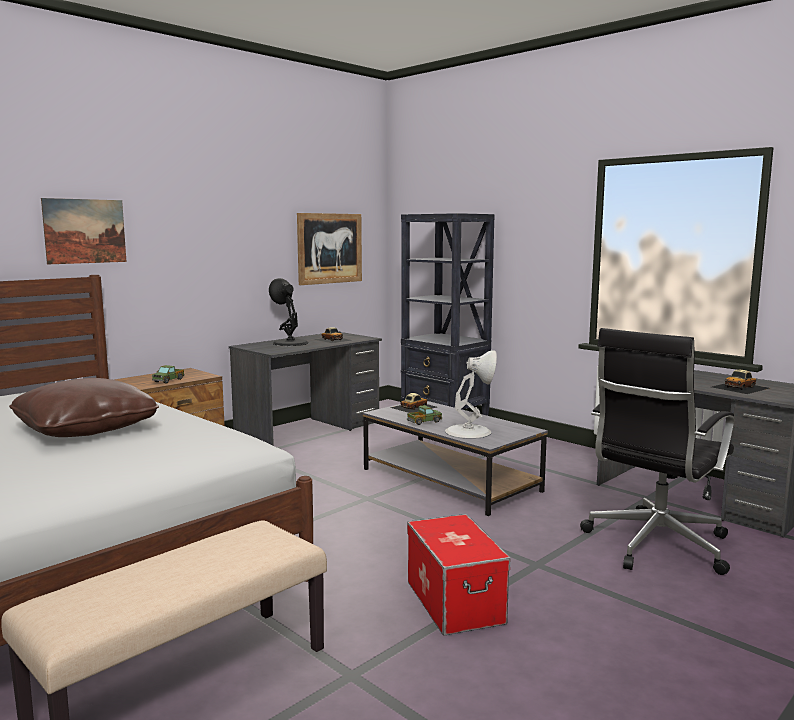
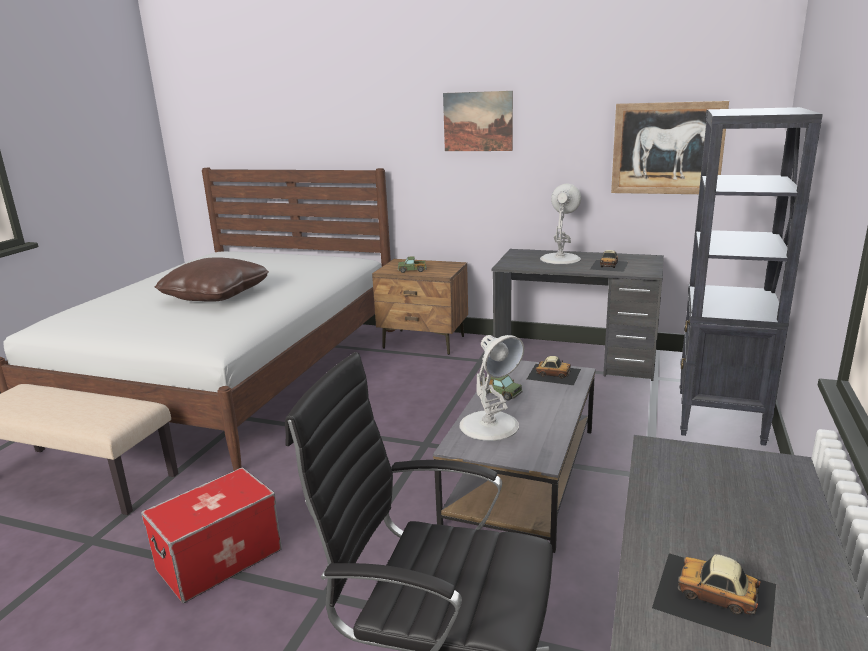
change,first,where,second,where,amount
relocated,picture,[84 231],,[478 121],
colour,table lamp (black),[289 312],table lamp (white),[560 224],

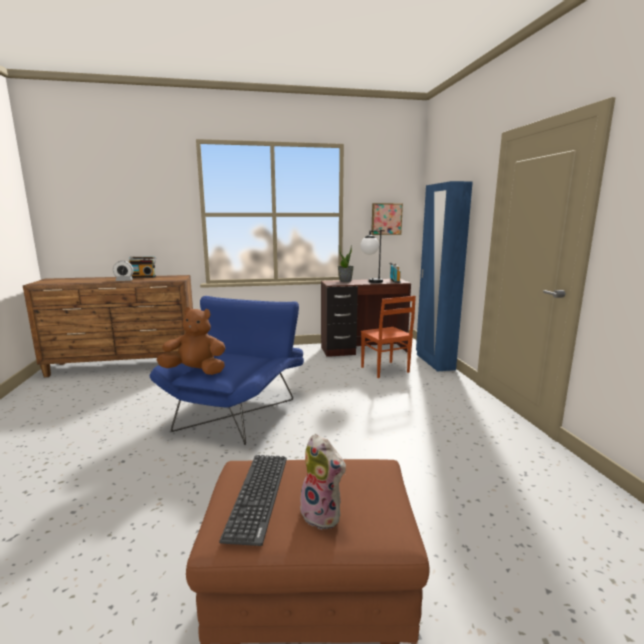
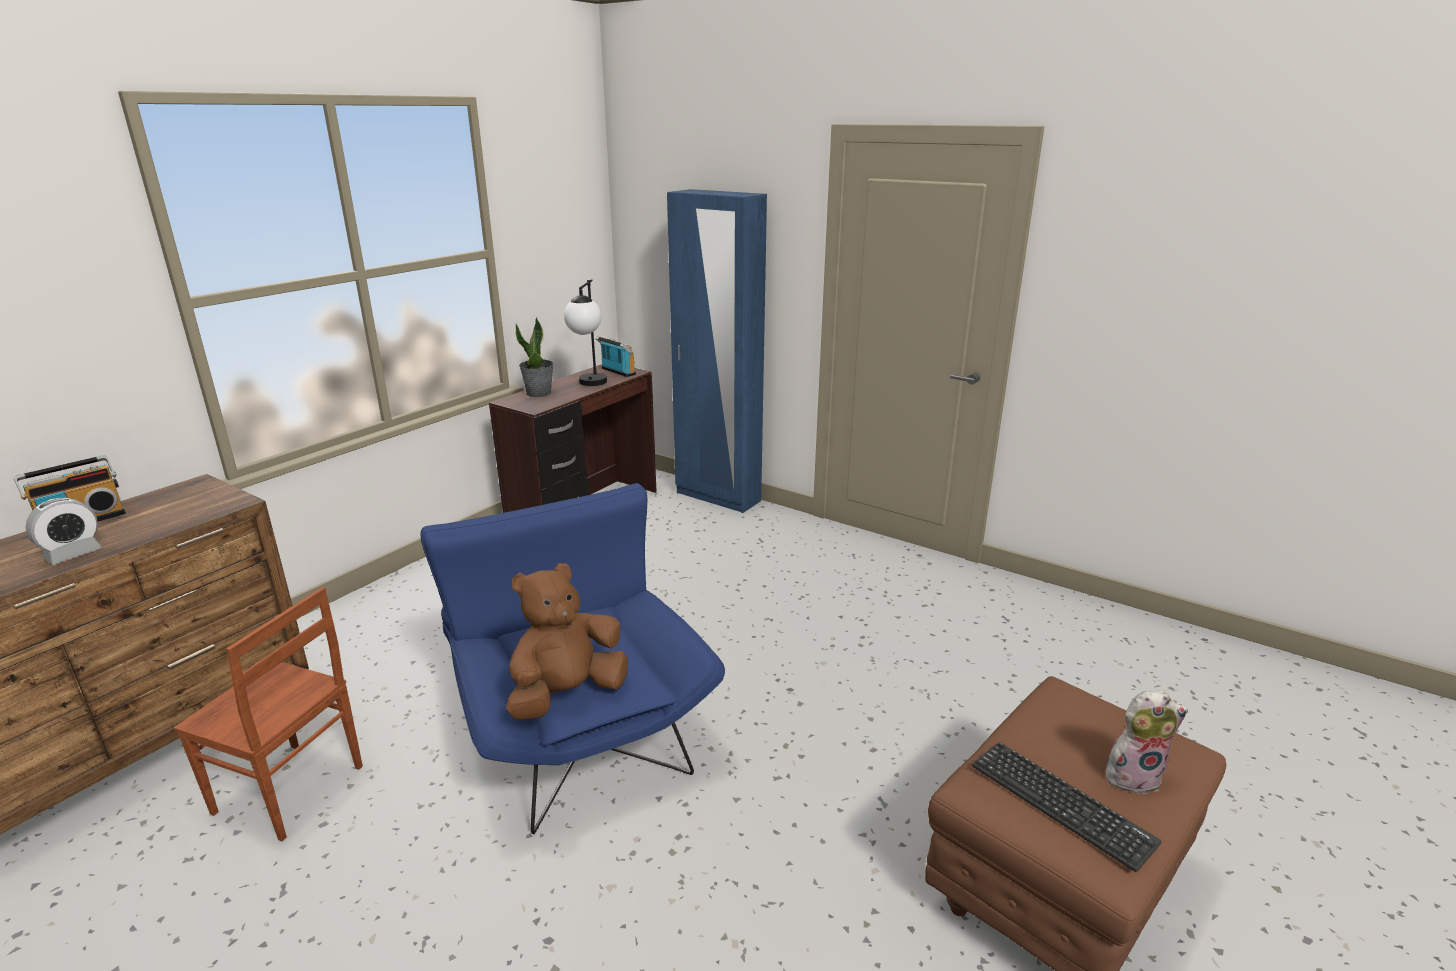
change,first,where,second,where,amount
missing,picture,[387 219],,,
relocated,chair (brown),[388 337],,[268 714],

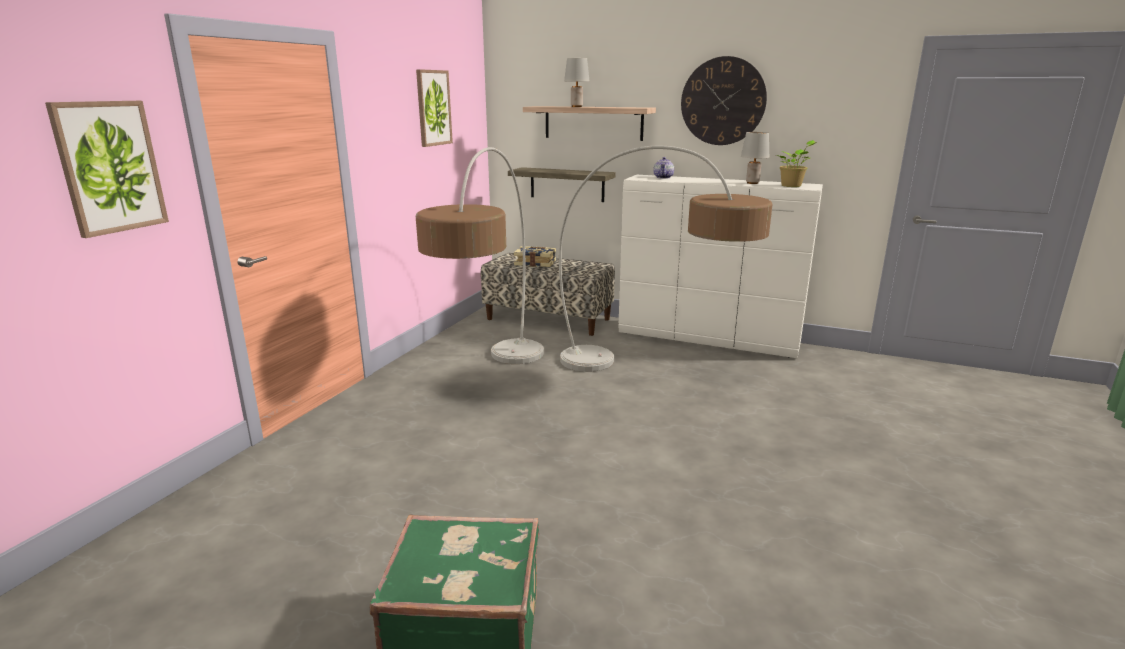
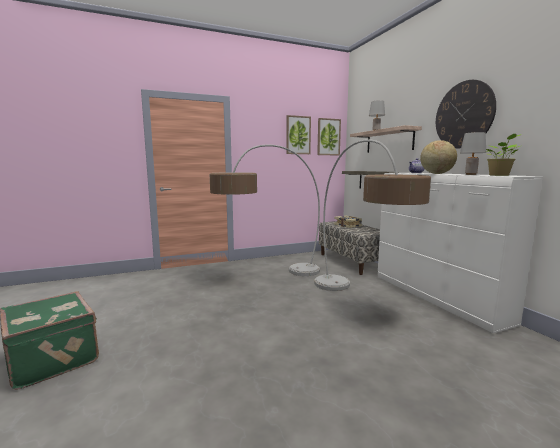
change,first,where,second,where,amount
relocated,picture,[107 169],,[329 136],
appeared,,,globe,[438 157],

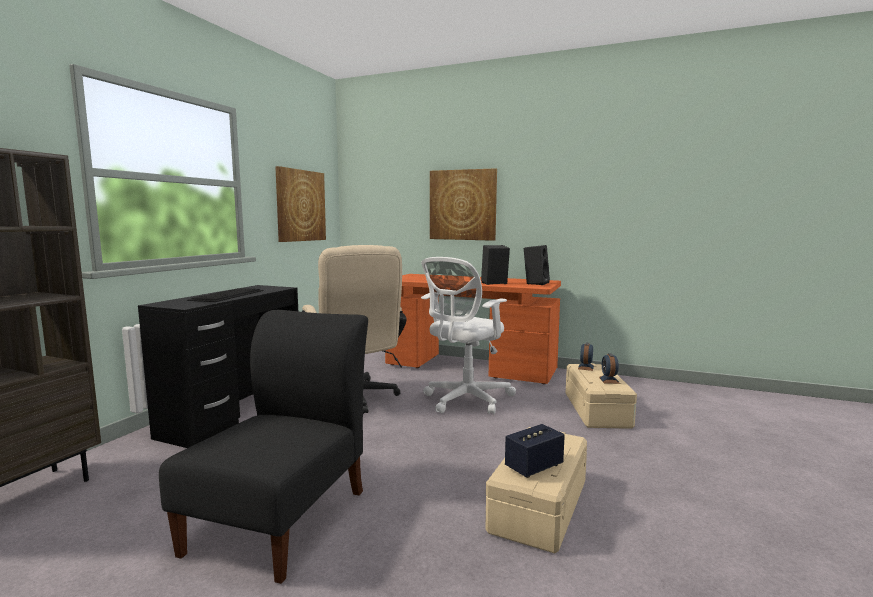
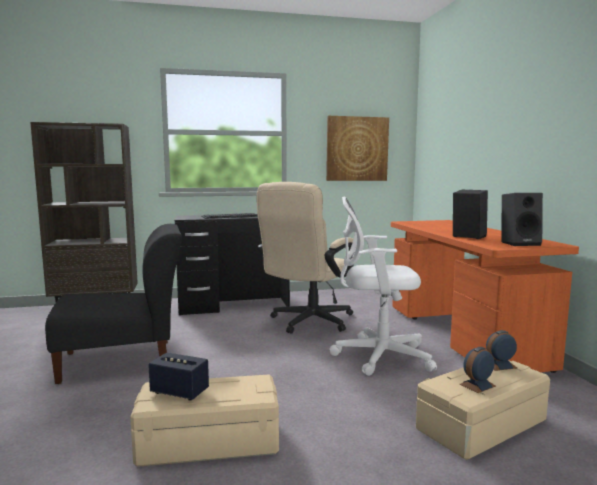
change,first,where,second,where,amount
missing,picture,[463 204],,,

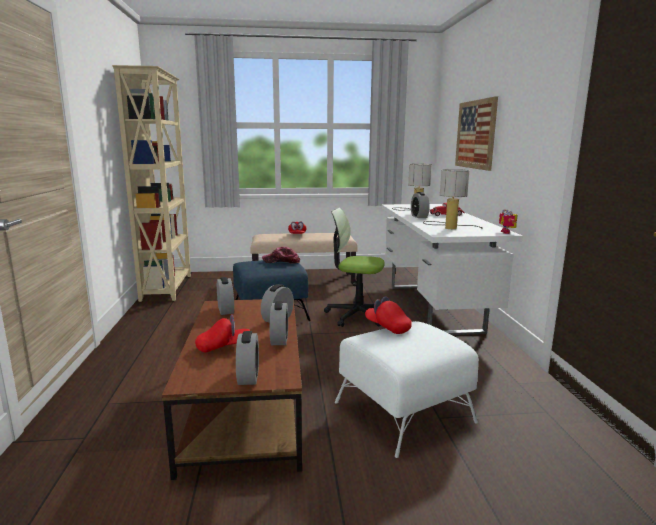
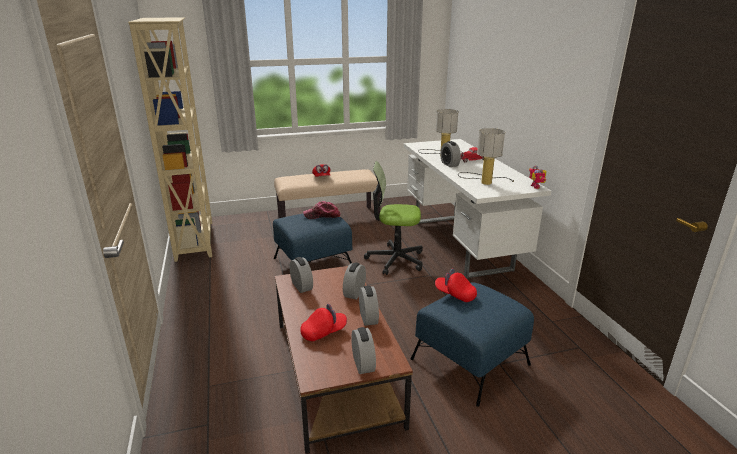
change,first,where,second,where,amount
missing,picture,[476 133],,,
colour,ottoman (white),[407 389],ottoman (blue),[472 344],

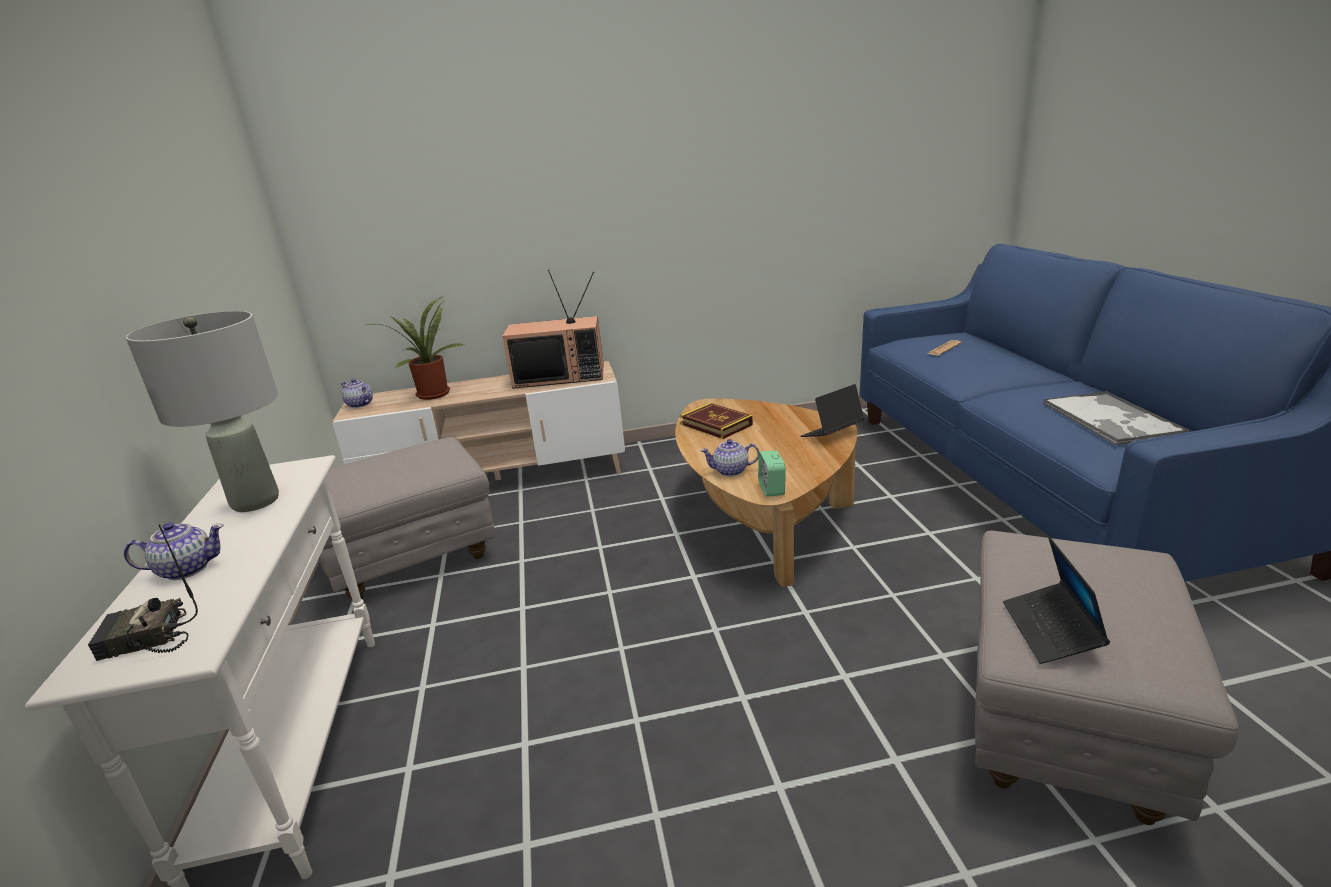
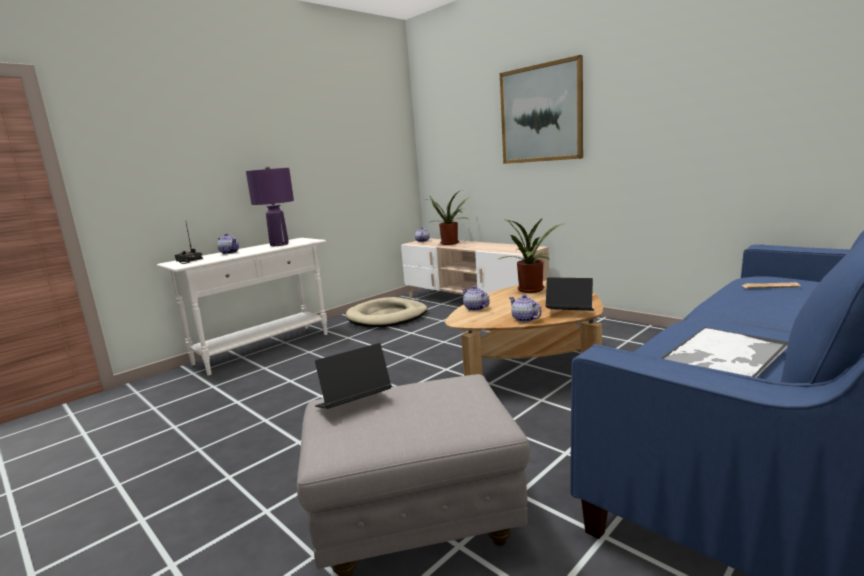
change,first,where,second,where,amount
missing,television,[553 329],,,
colour,table lamp (grey),[202 411],table lamp (purple),[270 206],
exchanged,book,[716 421],potted plant,[532 255],
exchanged,ottoman (grey),[407 519],dog bed (beige),[386 312],
missing,alarm clock,[772 473],,,
appeared,,,picture,[541 109],
appeared,,,teapot,[525 308],

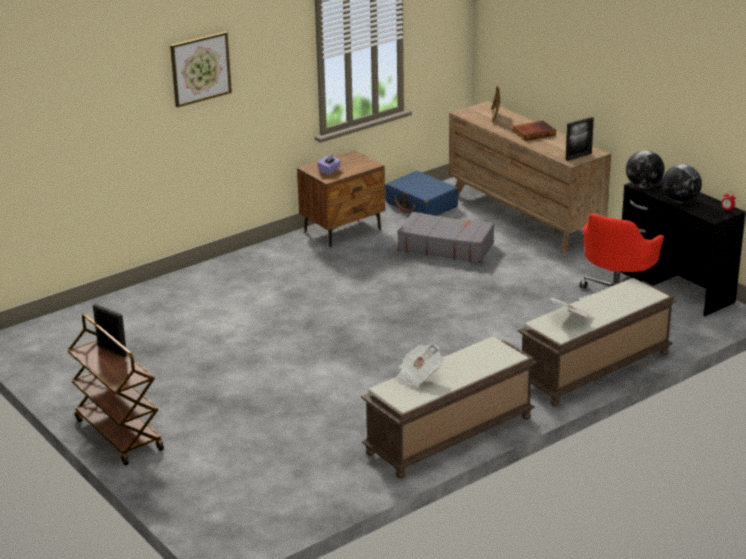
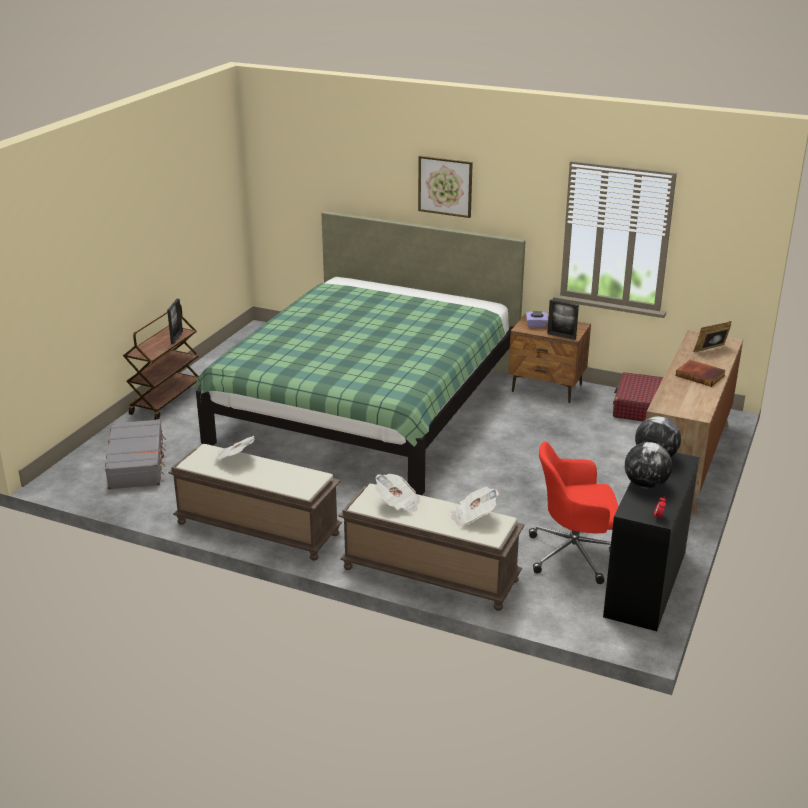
change,first,where,second,where,amount
relocated,picture frame,[579 139],,[563 319],
colour,suitcase (blue),[421 193],suitcase (red),[638 396],
relocated,suitcase (grey),[445 237],,[135 454],
appeared,,,bed (green),[359 353],
appeared,,,newspaper,[473 506],

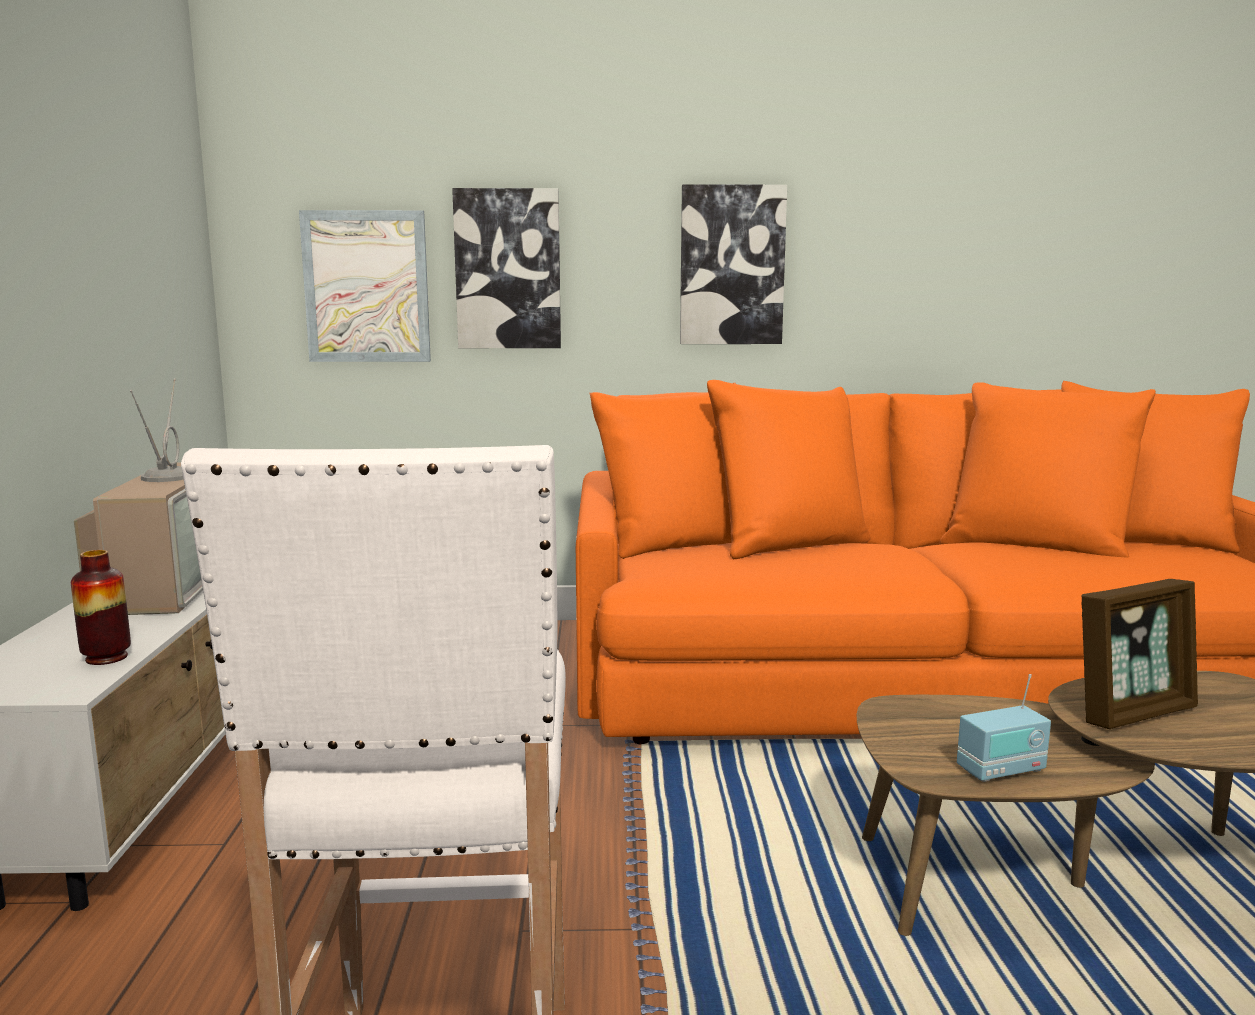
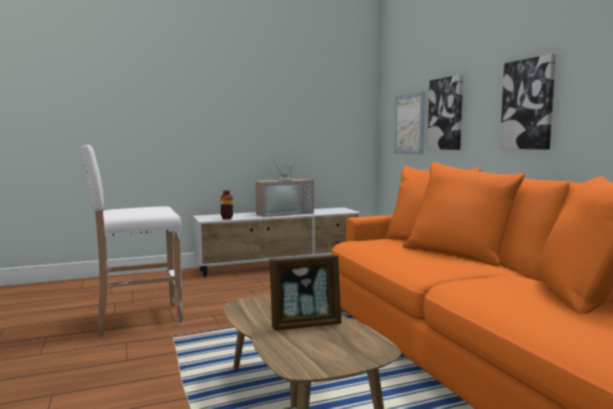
change,first,where,second,where,amount
spun,picture frame,[1140 654],,[305 293],60 degrees counterclockwise
missing,radio,[1004 728],,,

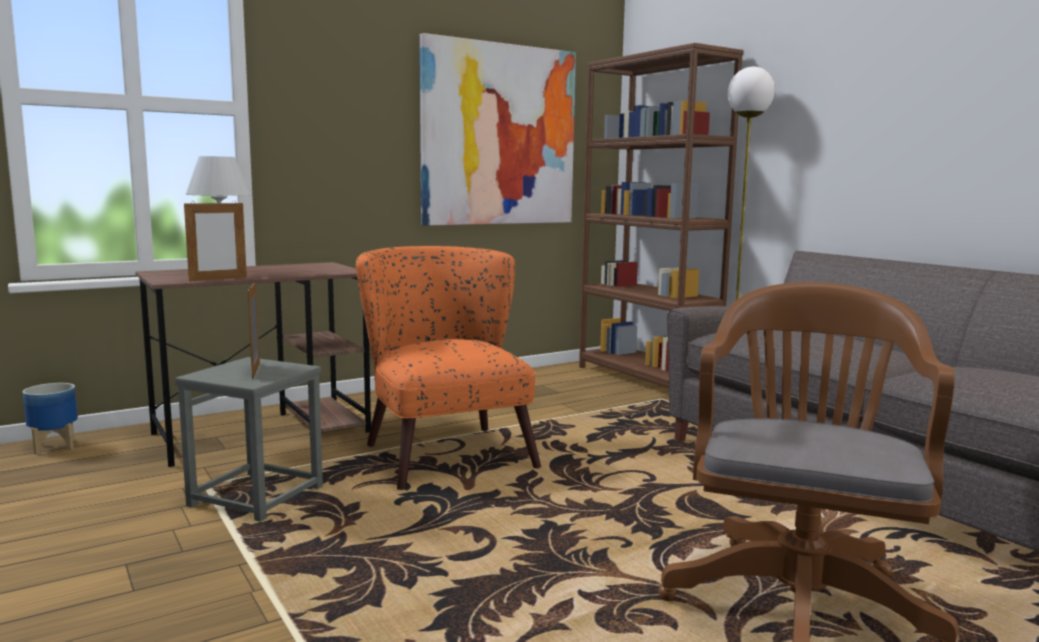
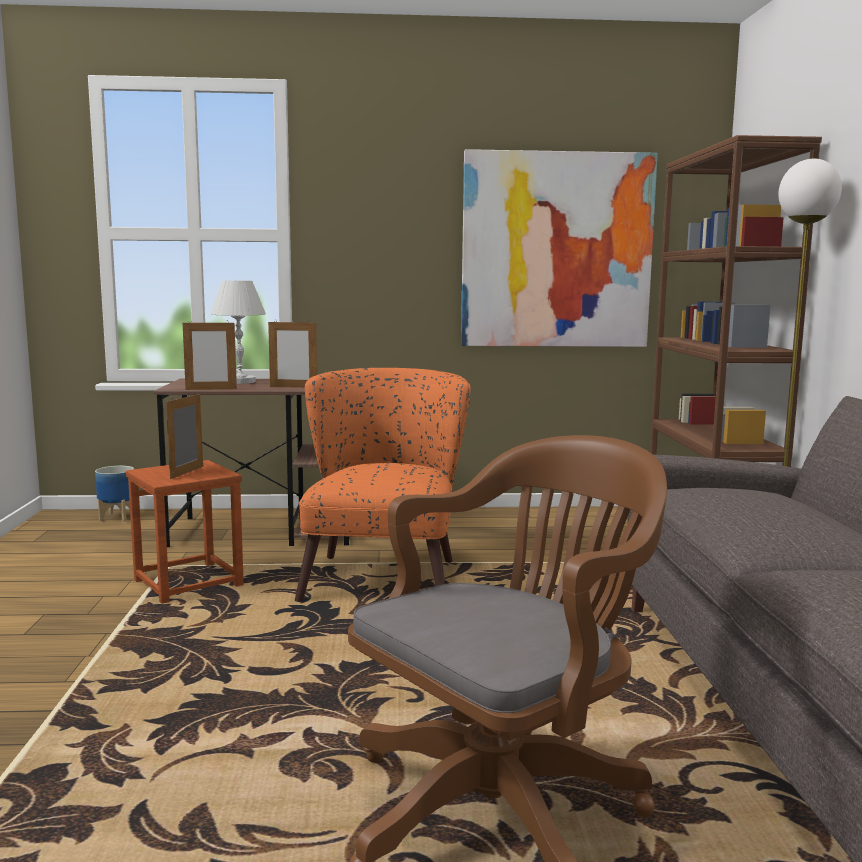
change,first,where,second,where,amount
colour,stool (grey),[249 439],stool (brown),[185 532],
appeared,,,picture frame,[292 354],

